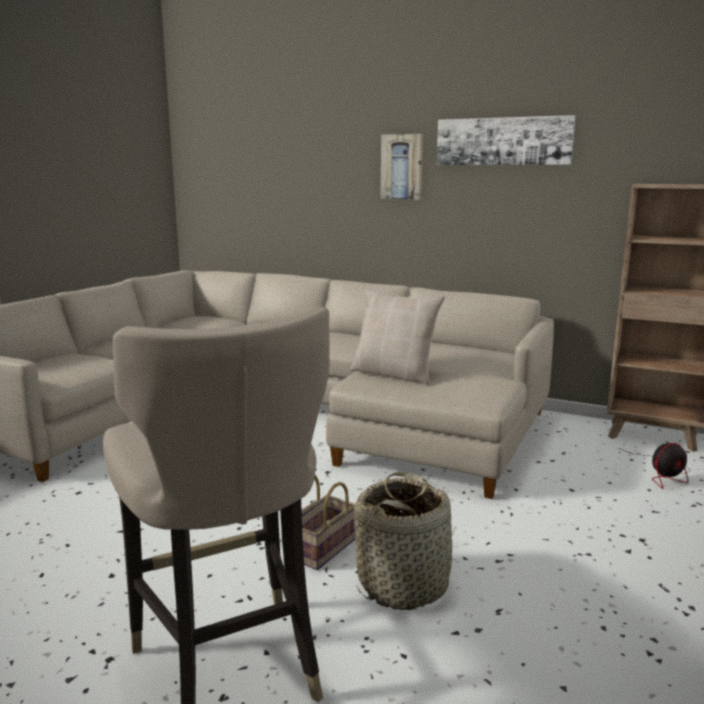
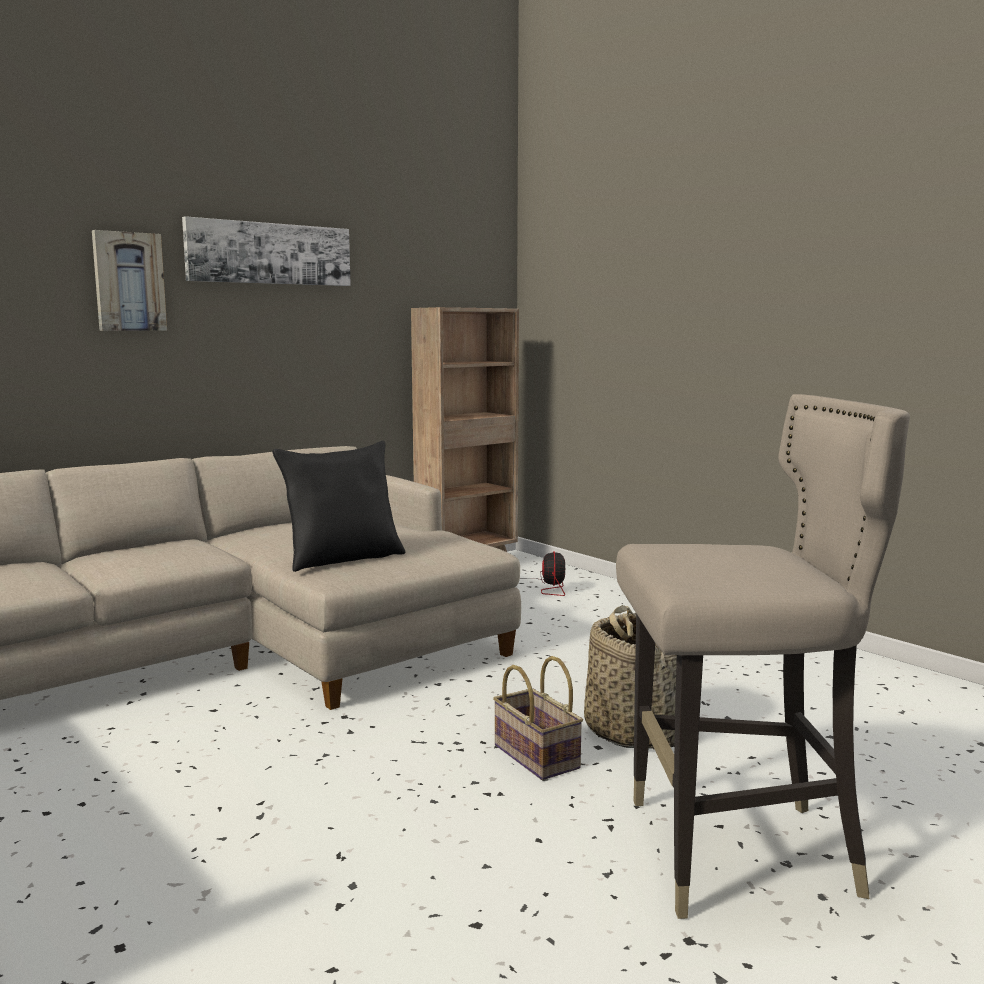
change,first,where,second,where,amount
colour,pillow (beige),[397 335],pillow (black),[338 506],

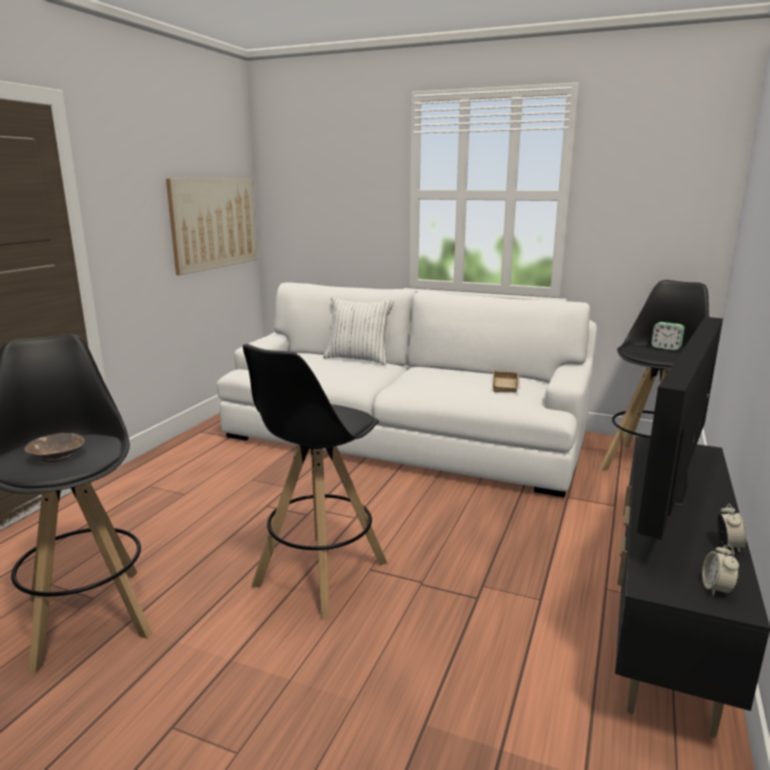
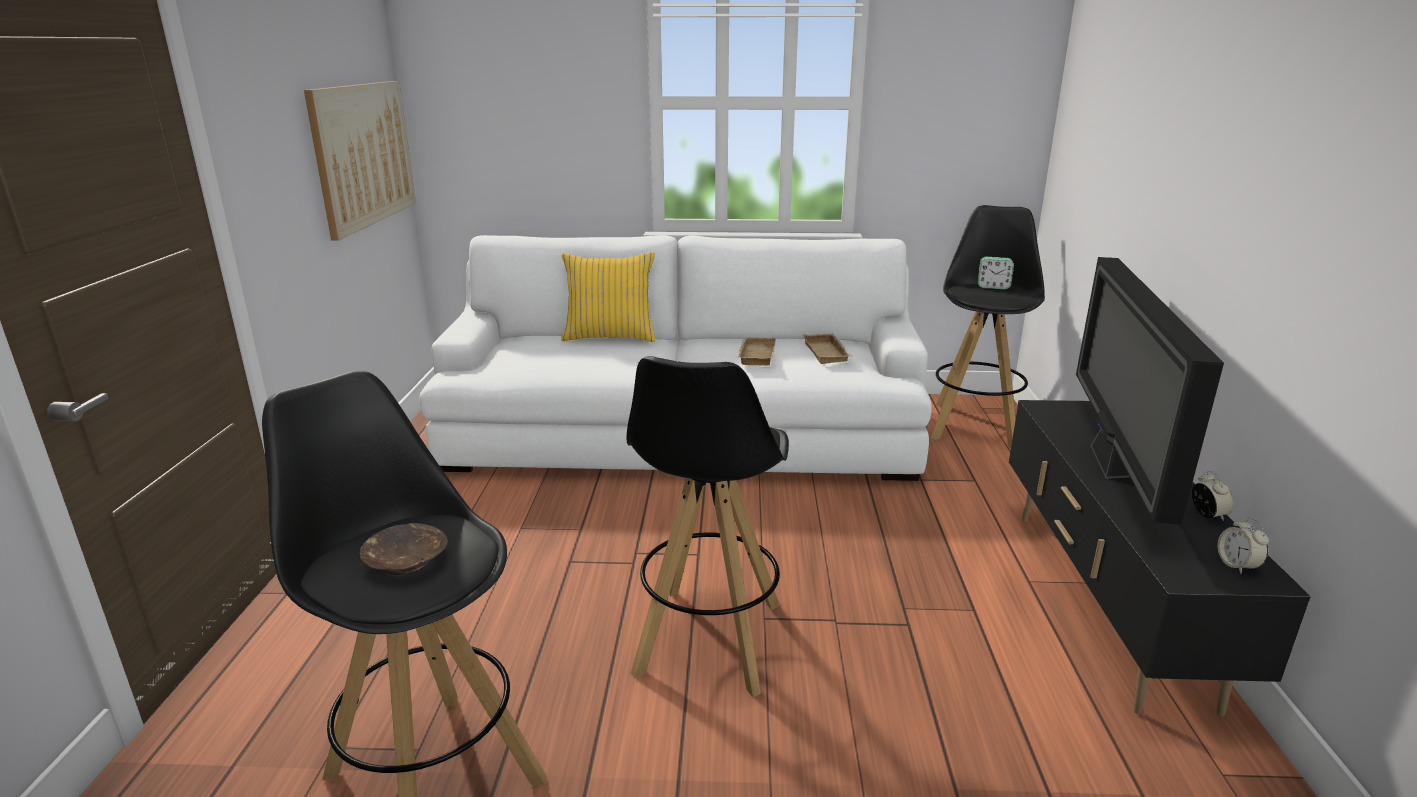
change,first,where,second,where,amount
colour,pillow (white),[358 331],pillow (yellow),[608 297],
appeared,,,tray (beige),[757 351],

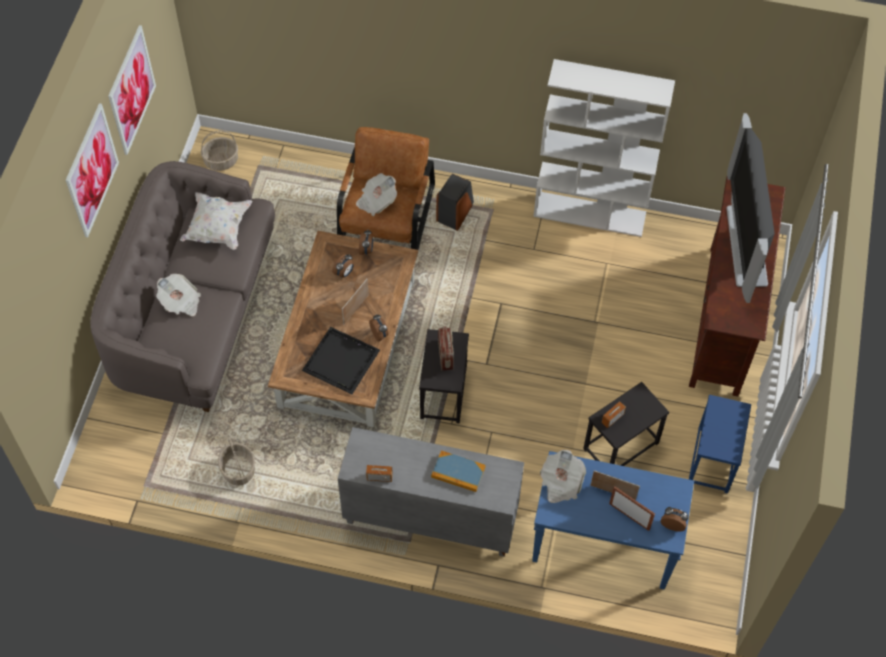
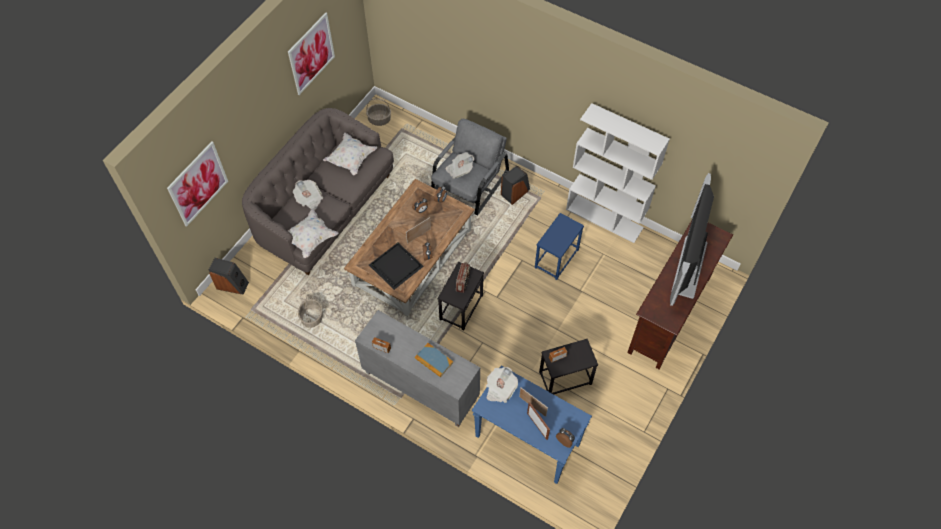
change,first,where,second,where,amount
relocated,picture,[92 170],,[197 184],
colour,armchair (brown),[386 188],armchair (grey),[470 167],
relocated,side table (blue),[720 444],,[559 246],
appeared,,,pillow (white),[313 233],
appeared,,,speaker,[229 276],

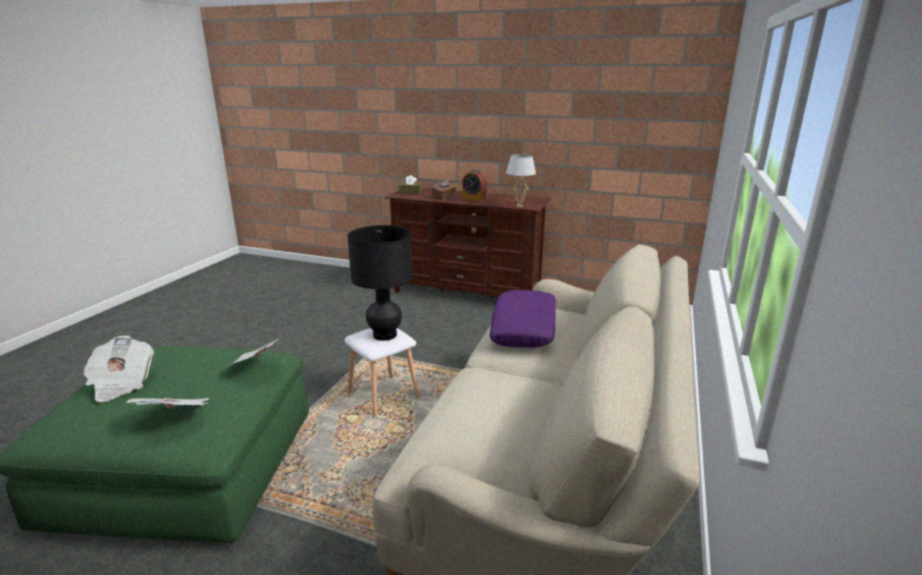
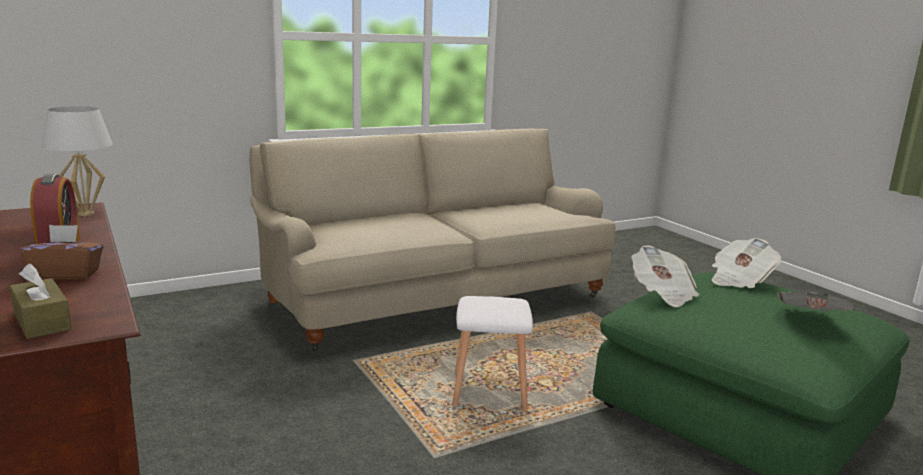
change,first,where,second,where,amount
missing,table lamp (black),[379 283],,,
missing,pillow (purple),[523 318],,,

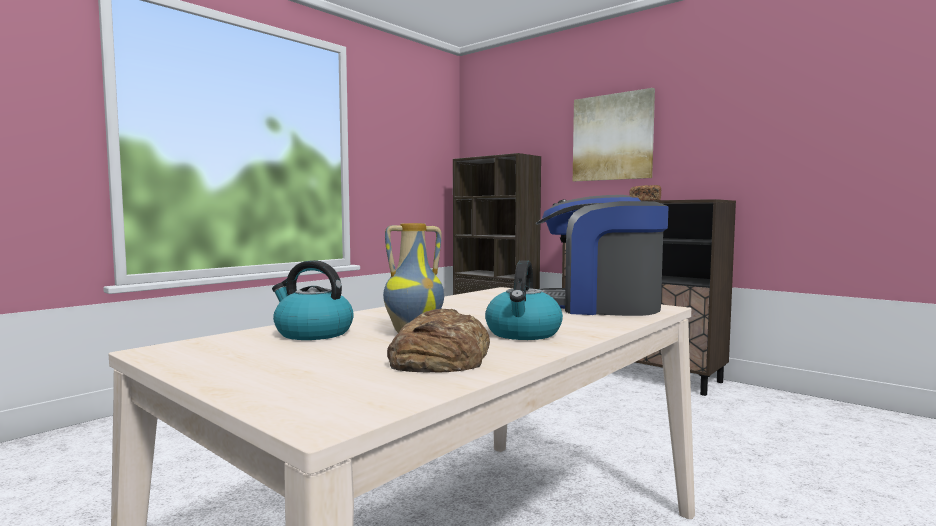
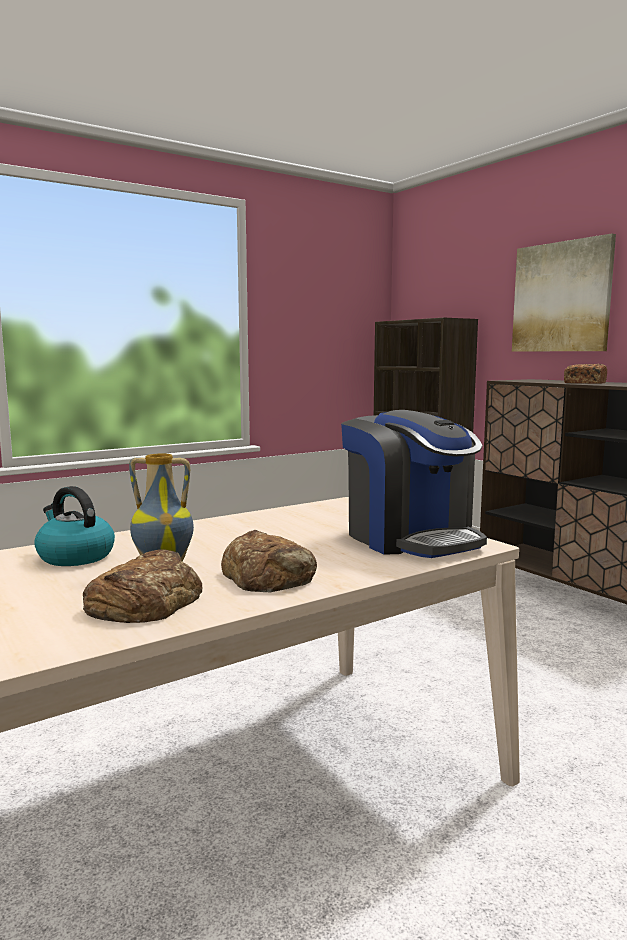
change,first,where,second,where,amount
spun,coffee machine,[602 255],,[414 484],150 degrees counterclockwise
exchanged,kettle,[524 300],bread,[269 561],

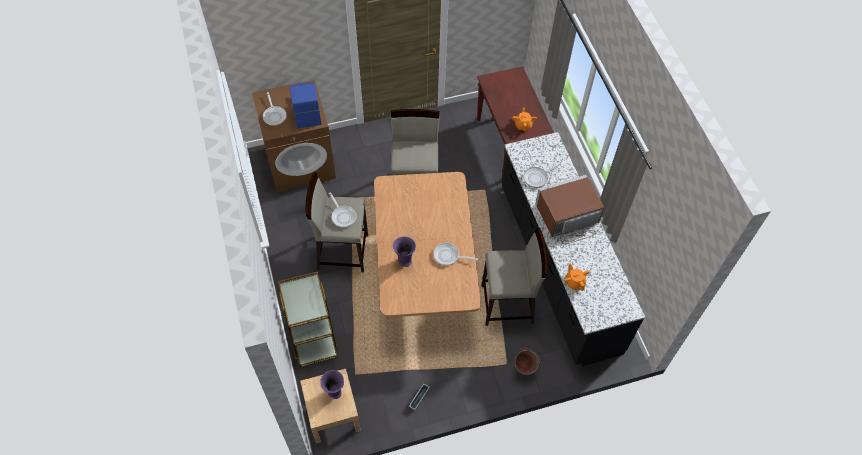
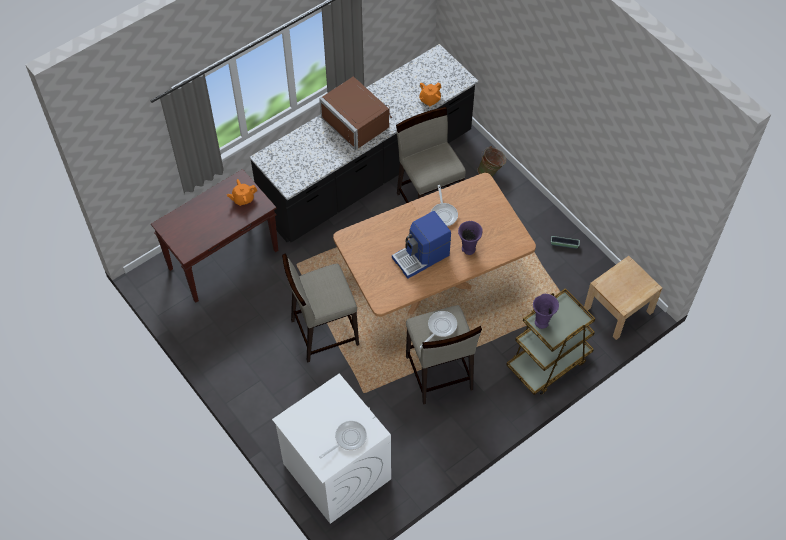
change,first,where,second,where,amount
colour,washing machine (brown),[294 136],washing machine (white),[331 448],
relocated,coffee machine,[305 105],,[421 245],
missing,frying pan,[540 177],,,
relocated,vase (purple),[332 384],,[546 311],

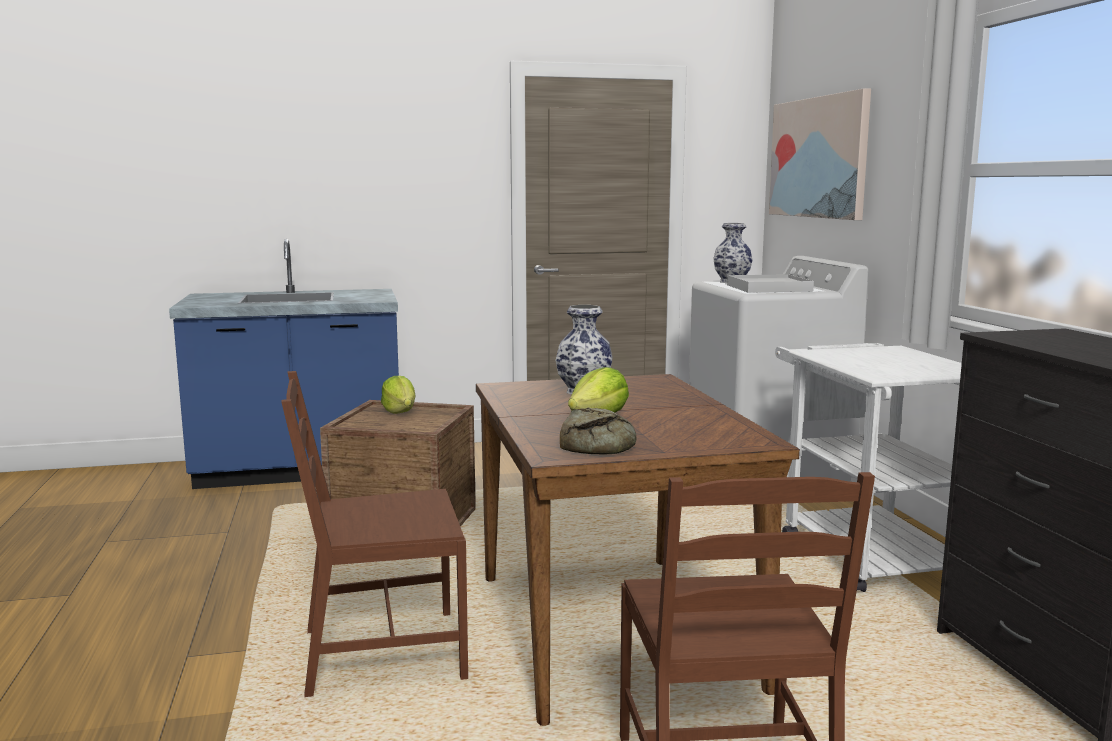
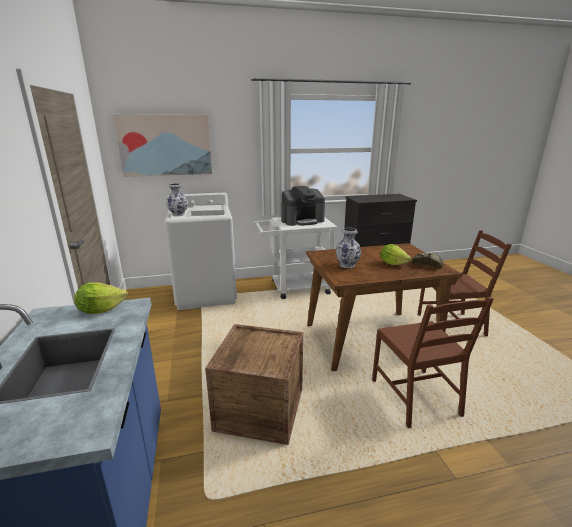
change,first,where,second,where,amount
relocated,lettuce,[398 395],,[101 298],
appeared,,,coffee machine,[303 206],

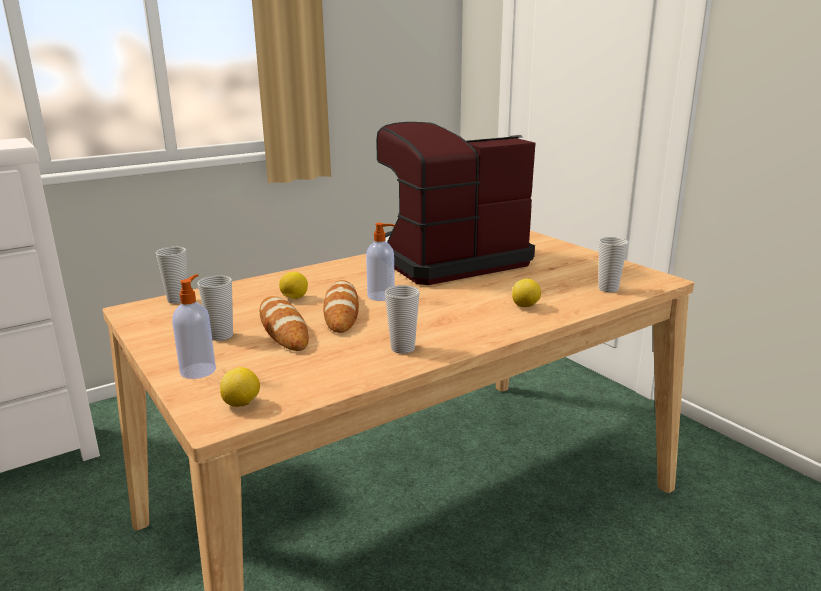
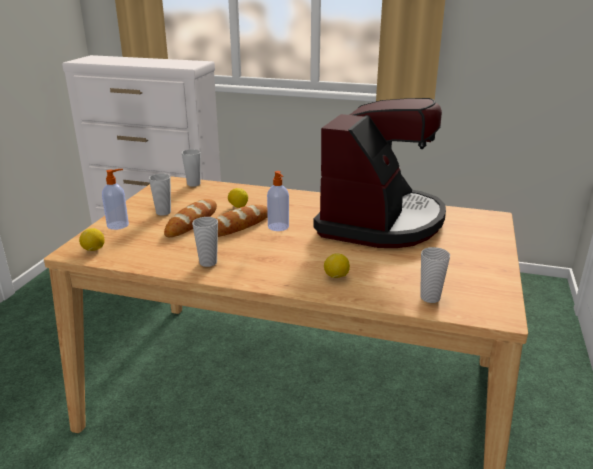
change,first,where,second,where,amount
spun,coffee machine,[456 203],,[379 173],90 degrees clockwise

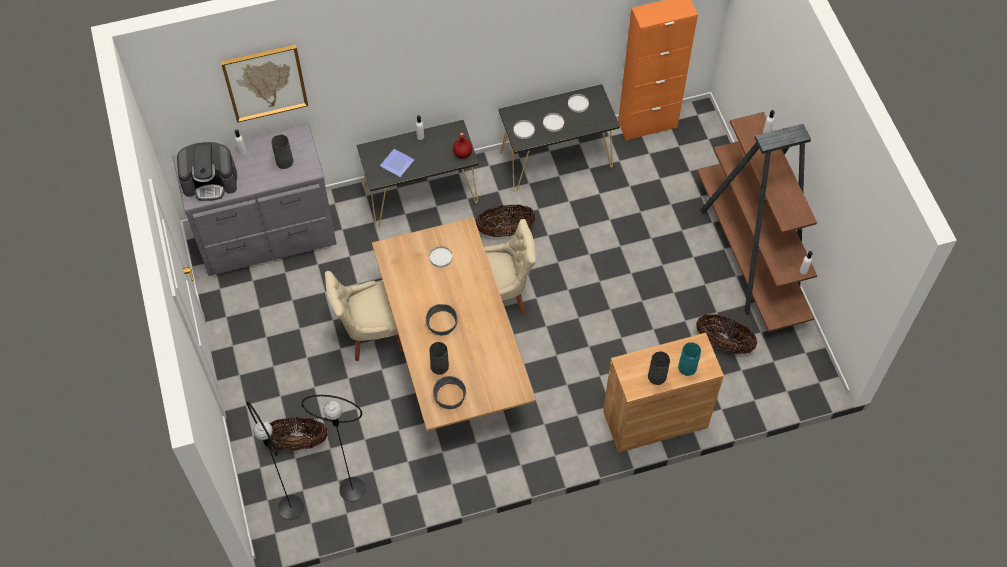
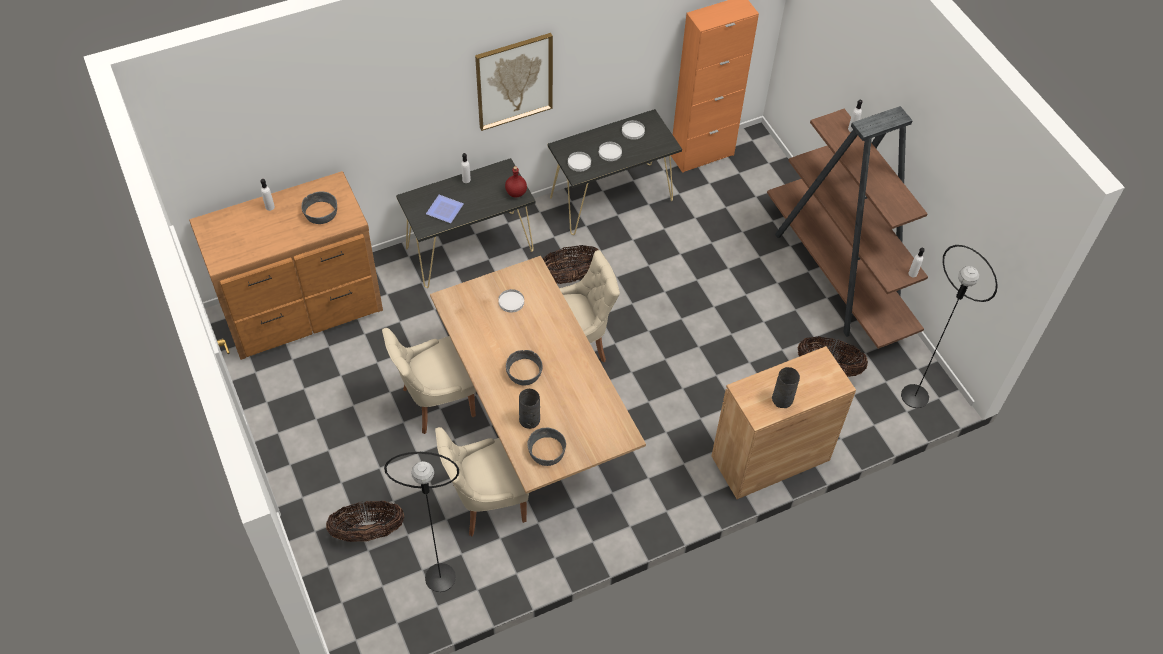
change,first,where,second,where,amount
relocated,picture,[264 83],,[514 82],
colour,dresser (grey),[255 200],dresser (brown),[286 265],
exchanged,vase (grey),[282 152],bowl (grey),[319 207],
missing,coffee machine,[207 171],,,
missing,vase (turquoise),[689 359],,,
relocated,floor lamp (black),[275 460],,[949 326],
appeared,,,chair (beige),[482 481],

